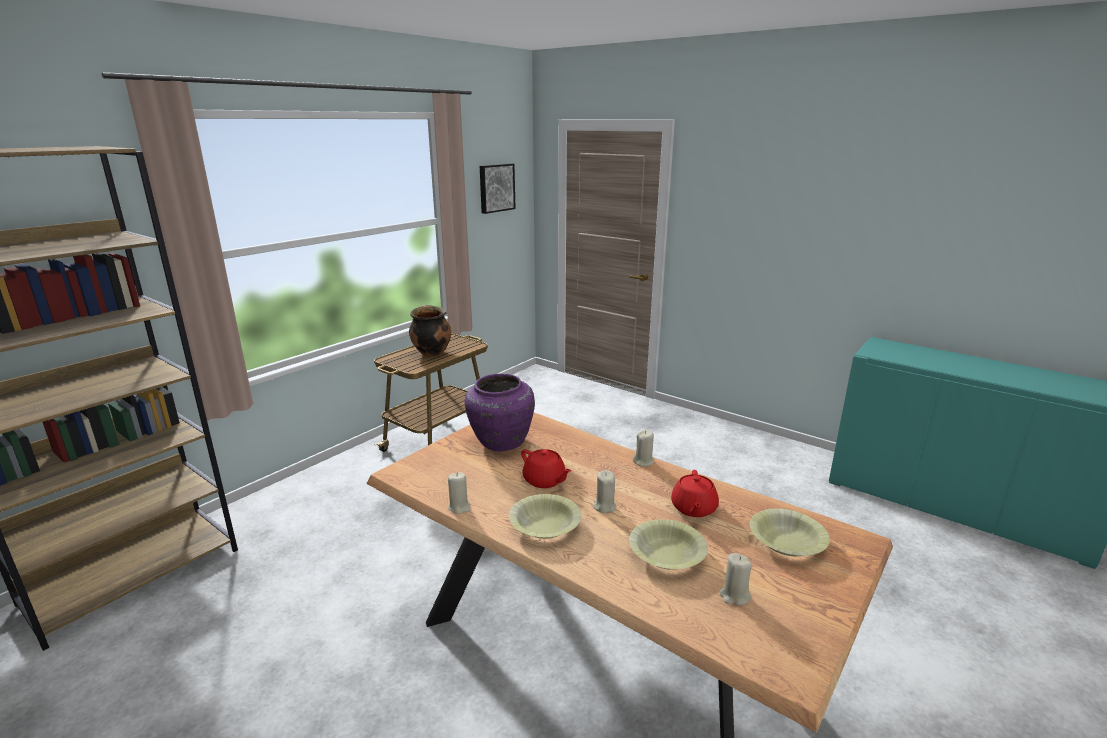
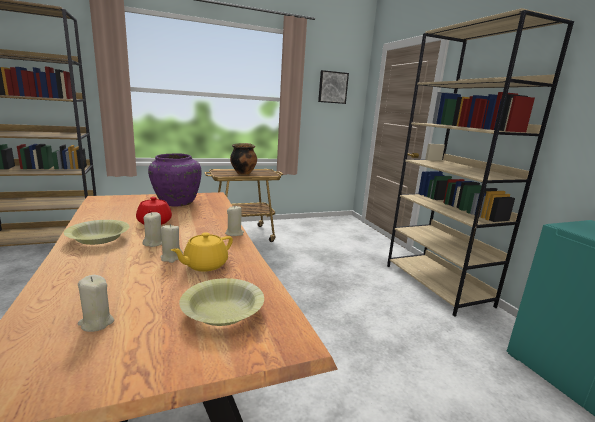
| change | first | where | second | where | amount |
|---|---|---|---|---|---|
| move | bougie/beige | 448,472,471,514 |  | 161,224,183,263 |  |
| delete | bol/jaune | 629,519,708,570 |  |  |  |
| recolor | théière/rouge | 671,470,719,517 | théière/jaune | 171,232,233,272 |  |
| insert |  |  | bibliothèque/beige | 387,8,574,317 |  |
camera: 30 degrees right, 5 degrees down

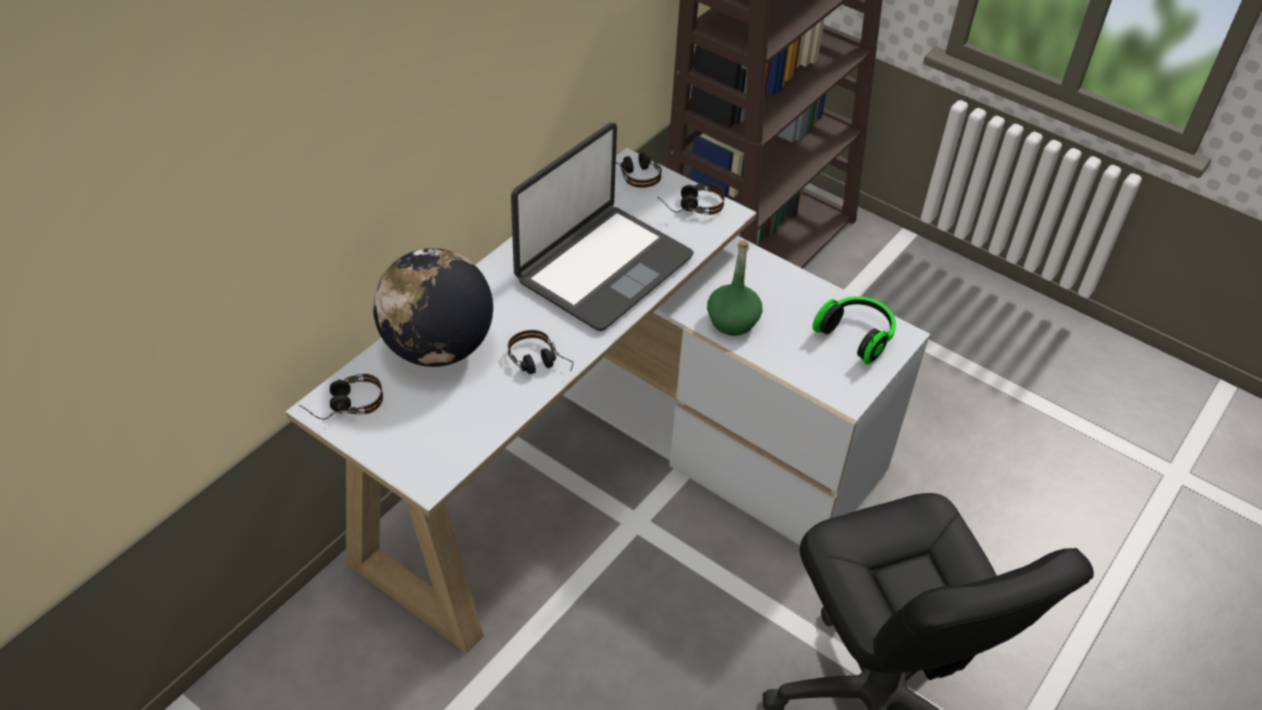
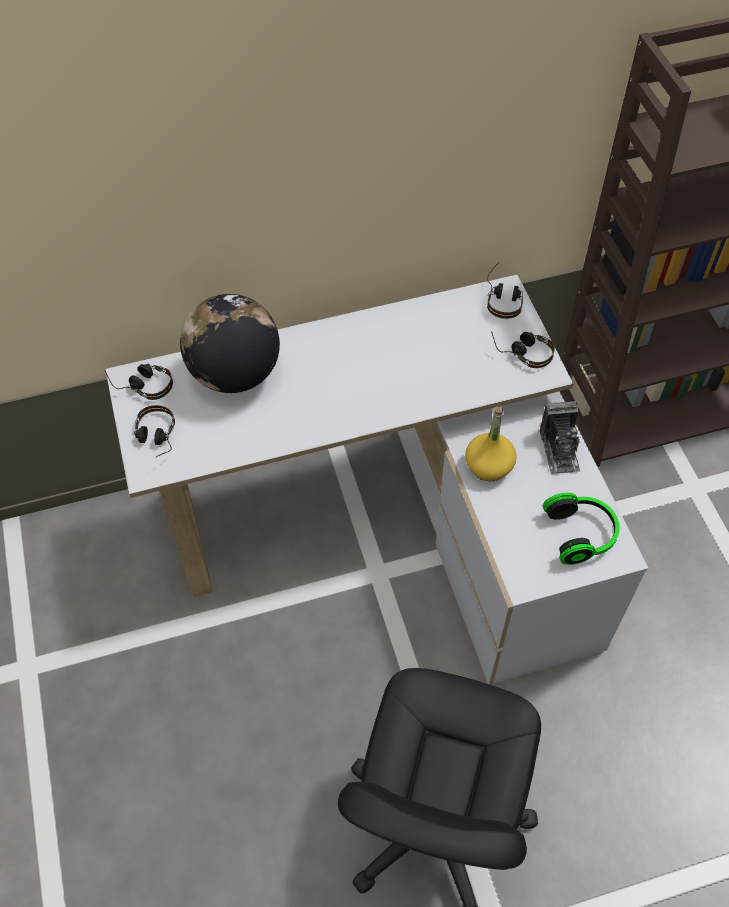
| change | first | where | second | where | amount |
|---|---|---|---|---|---|
| move | casque audio | 508,330,573,374 |  | 134,405,175,458 |  |
| delete | ordinateur portable | 511,122,694,331 |  |  |  |
| recolor | bouteille/vert | 707,240,762,336 | bouteille/jaune | 465,406,517,482 |  |
| insert |  |  | appareil photo | 540,401,580,475 |  |
camera: 40 degrees right, 10 degrees up

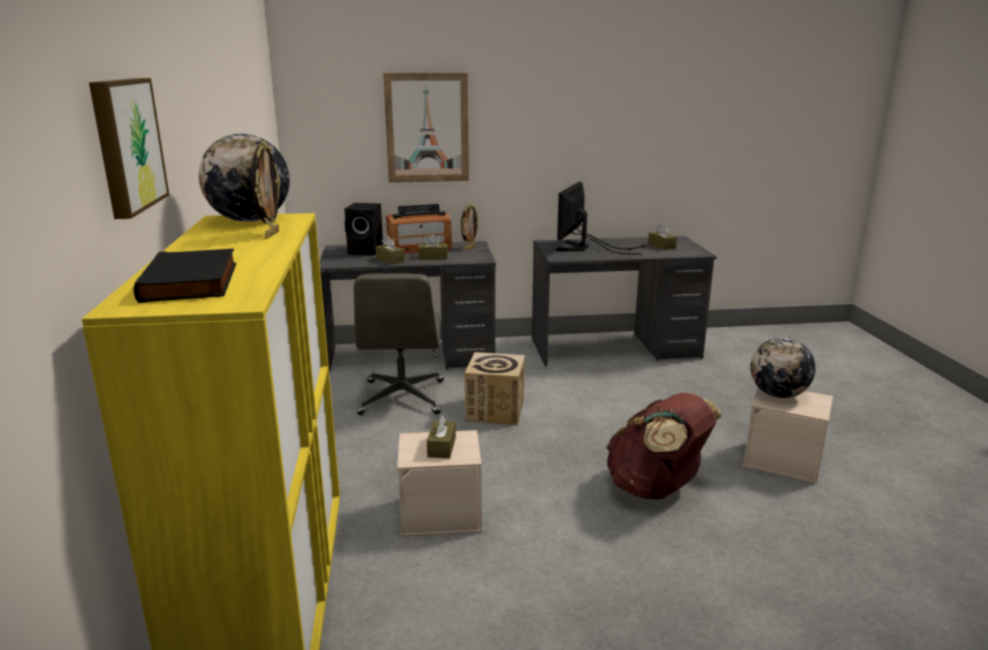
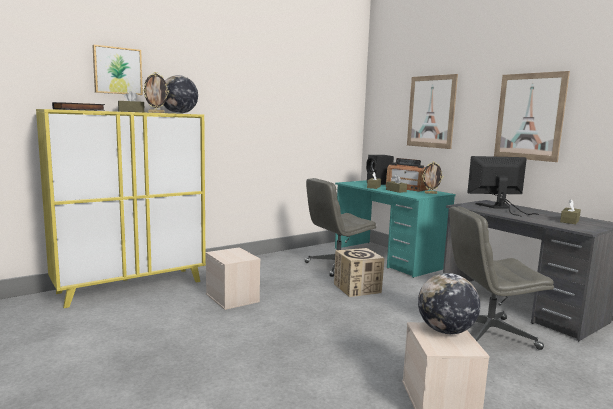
| change | first | where | second | where | amount |
|---|---|---|---|---|---|
| recolor | bureau/gris | 319,241,496,374 | bureau/turquoise | 335,180,456,278 |  |
| move | boîte à mouchoirs/marron | 427,414,456,458 |  | 118,91,144,112 |  |
| delete | sac à dos/marron | 606,393,722,499 |  |  |  |
| insert |  |  | chaise de bureau/gris | 449,206,554,350 |  |
| insert |  |  | tableau | 494,71,570,162 |  |
camera: 60 degrees right, 10 degrees down

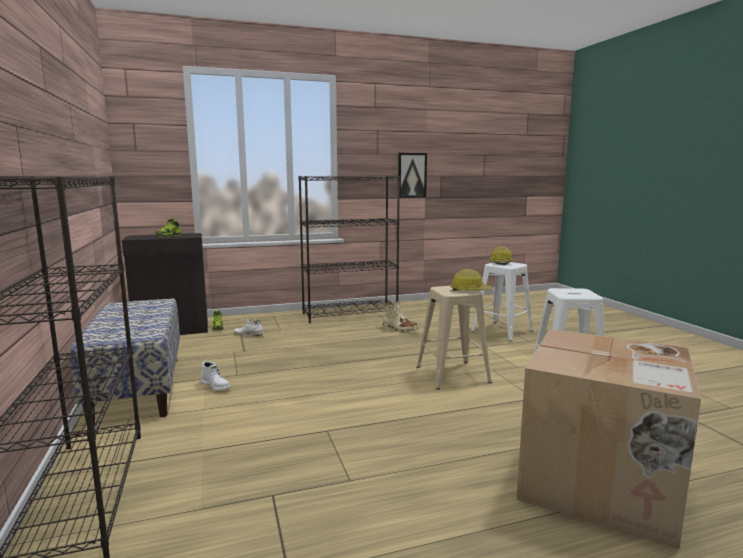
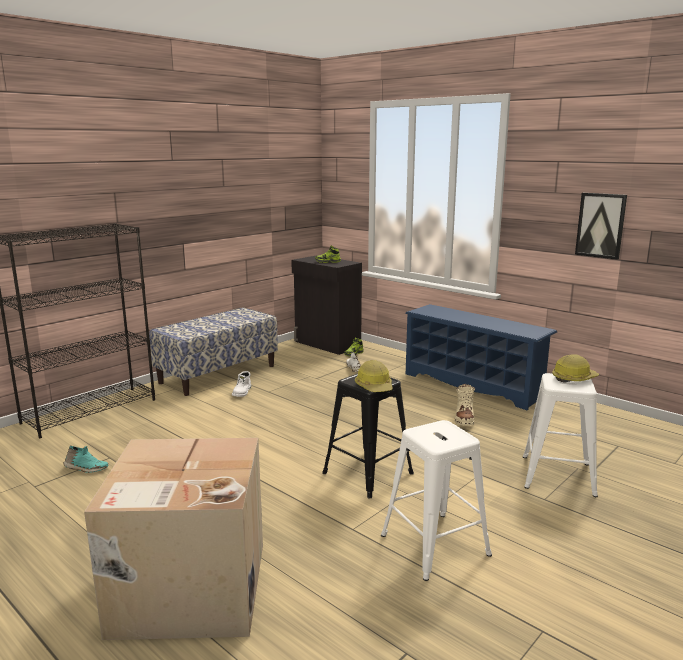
| change | first | where | second | where | amount |
|---|---|---|---|---|---|
| replace | bibliothèque/noir | 298,176,400,323 | étagère à chaussures/bleu | 405,304,557,410 |  |
| recolor | tabouret/beige | 416,286,492,389 | tabouret/noir | 322,374,414,498 |  |
| insert |  |  | chaussure/turquoise | 63,446,108,473 |  |
camera: 60 degrees right, 5 degrees up

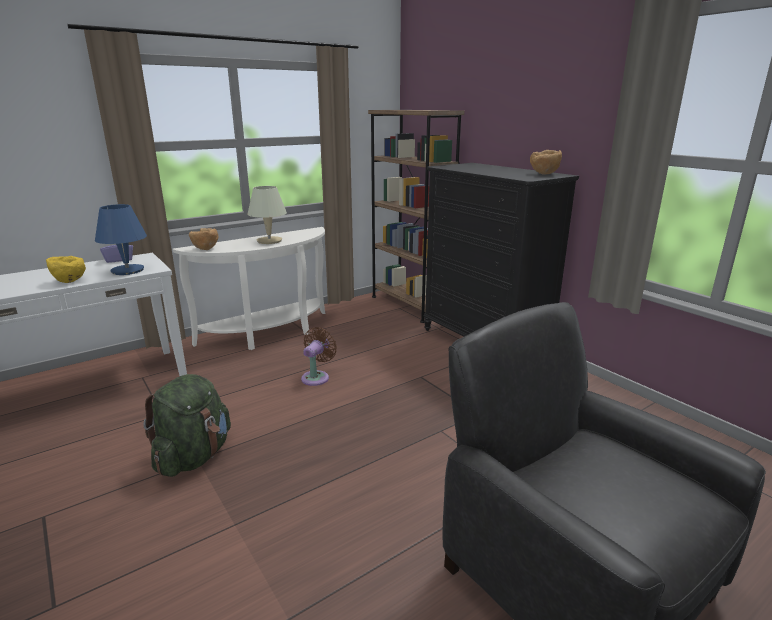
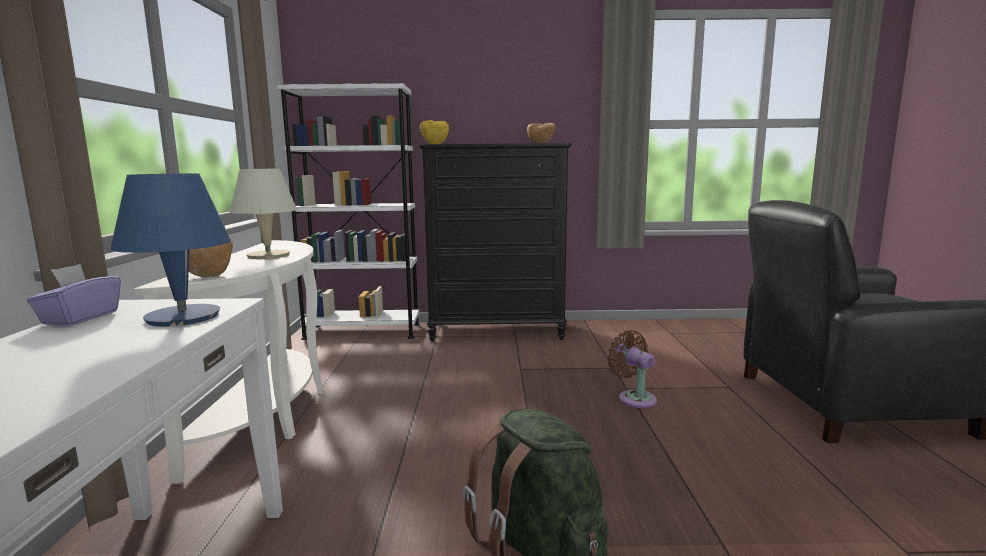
| change | first | where | second | where | amount |
|---|---|---|---|---|---|
| move | bol/jaune | 46,256,86,283 |  | 420,120,449,144 |  |
| move | ventilateur/marron | 301,327,337,386 |  | 607,330,657,408 |  |
| recolor | bibliothèque/marron | 368,110,464,323 | bibliothèque/blanc | 277,83,420,340 |  |
camera: 55 degrees left, 10 degrees down

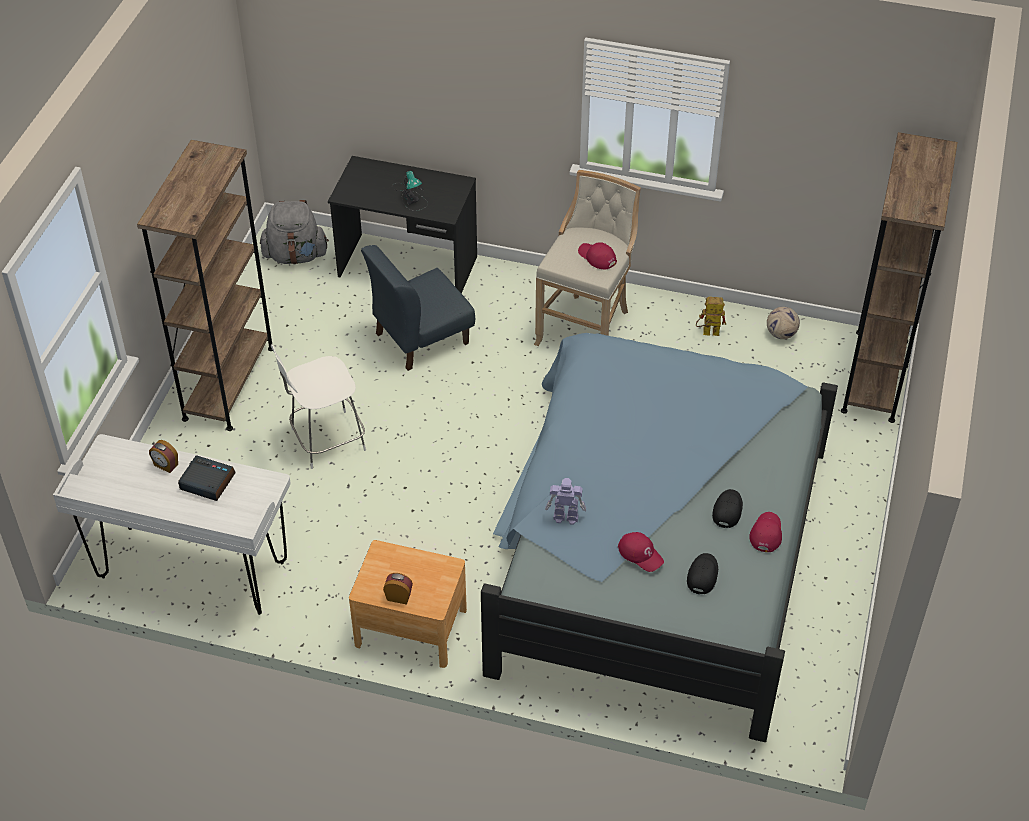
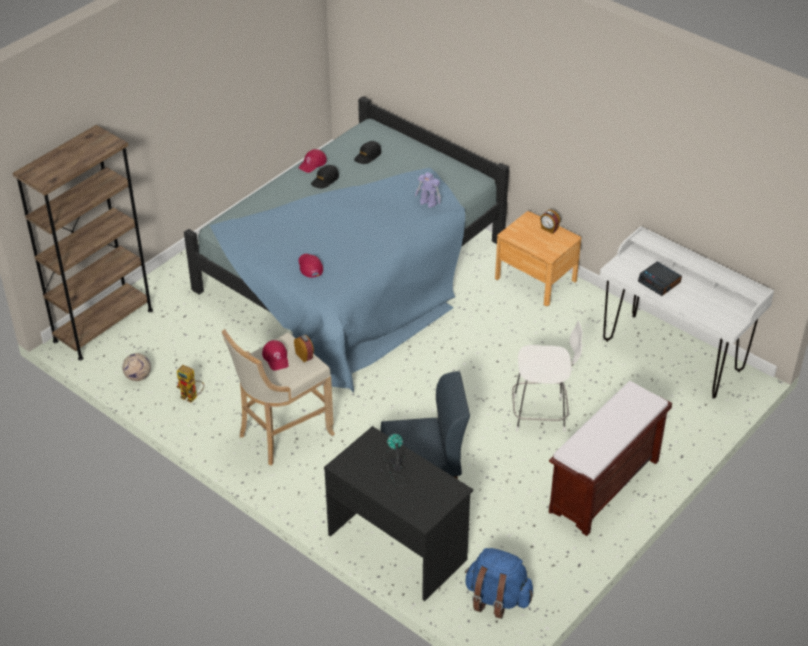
| change | first | where | second | where | amount |
|---|---|---|---|---|---|
| replace | bibliothèque/marron | 137,140,273,431 | banc/marron | 549,381,672,536 |  |
| move | réveil | 149,440,178,473 |  | 294,335,314,362 |  |
| recolor | sac à dos/gris | 260,200,329,264 | sac à dos/bleu | 465,548,533,619 |  |
| move | casquette/rouge | 618,532,664,572 |  | 299,254,323,278 |  |
camera: 155 degrees left, 5 degrees down

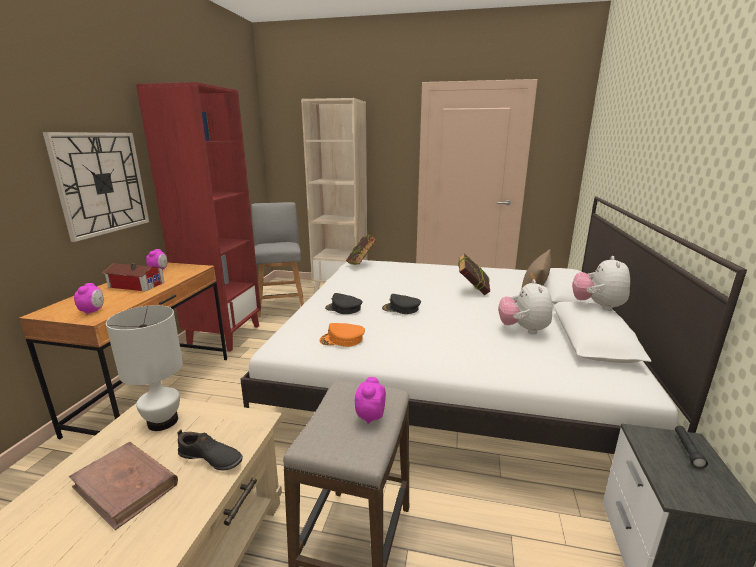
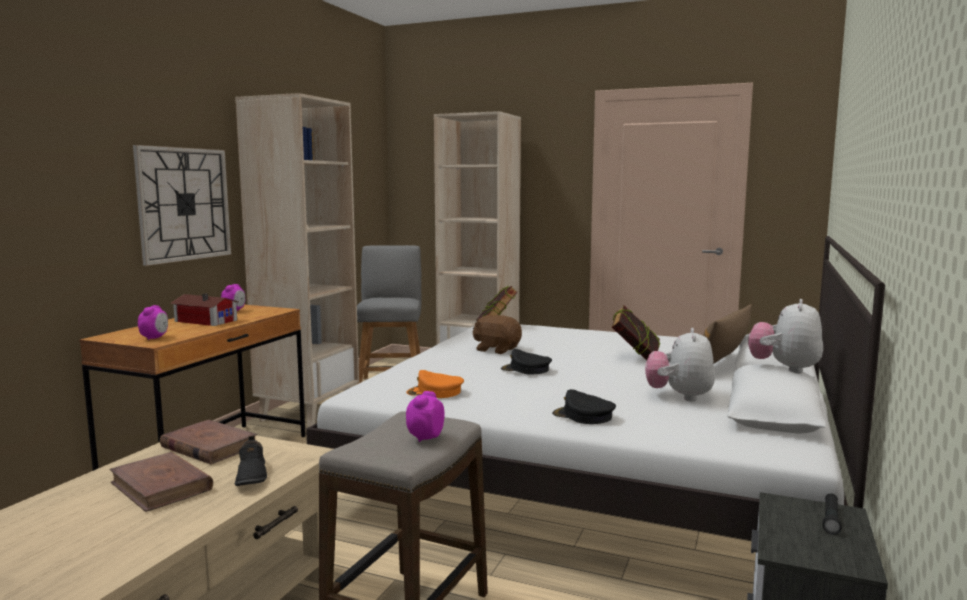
| change | first | where | second | where | amount |
|---|---|---|---|---|---|
| replace | lampe de table/blanc | 106,305,183,431 | livre/marron | 160,420,258,464 |  |
| recolor | bibliothèque/rouge | 136,82,261,352 | bibliothèque/beige | 235,93,359,427 |  |
| rotate | chaussure/noir | 177,429,243,471 |  | 235,436,267,486 | 45 degrees clockwise |
| move | casquette/noir | 325,293,363,314 |  | 552,389,616,424 |  |
| insert |  |  | peluche/marron | 473,315,522,354 |  |
camera: 10 degrees right, 10 degrees down

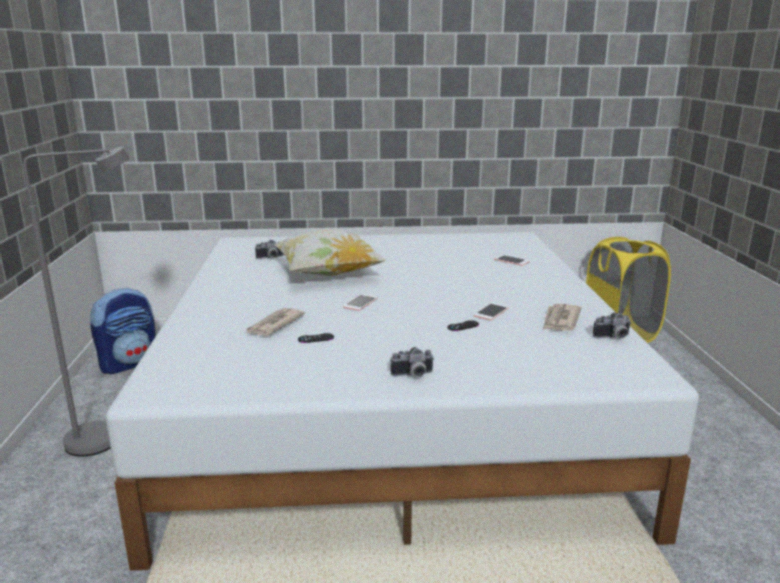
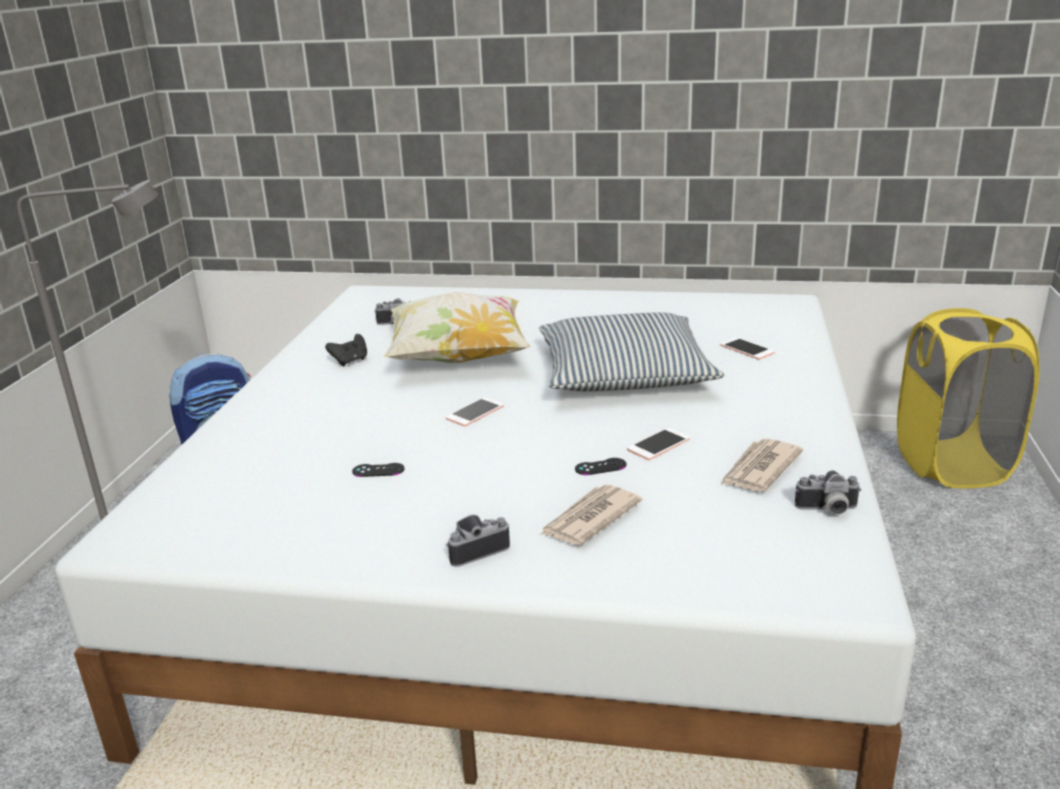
| change | first | where | second | where | amount |
|---|---|---|---|---|---|
| move | journal | 246,308,305,336 |  | 540,485,642,545 |  |
| rotate | appareil photo | 391,347,434,377 |  | 446,514,510,567 | 150 degrees clockwise |
| insert |  |  | manette/noir | 325,334,367,366 |  |
| insert |  |  | coussin | 539,312,724,391 |  |
camera: 15 degrees right, 5 degrees up

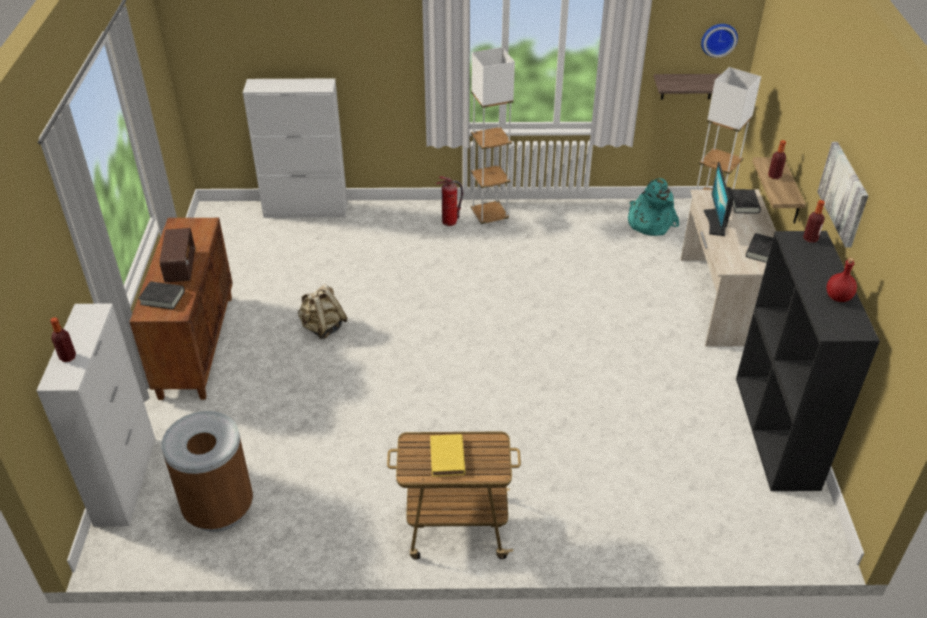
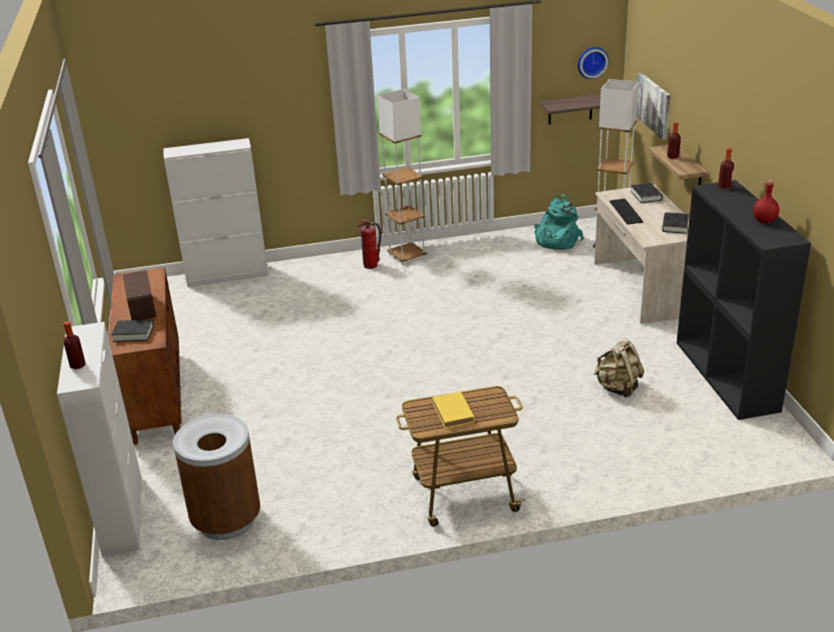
| change | first | where | second | where | amount |
|---|---|---|---|---|---|
| move | sac à dos/beige | 298,284,347,339 |  | 593,339,644,398 |  |
| replace | écran d'ordinateur | 704,162,734,236 | clavier | 610,198,643,225 |  |
| move | tableau | 817,142,869,248 |  | 637,73,671,140 |  |
camera: 10 degrees left, 10 degrees down

